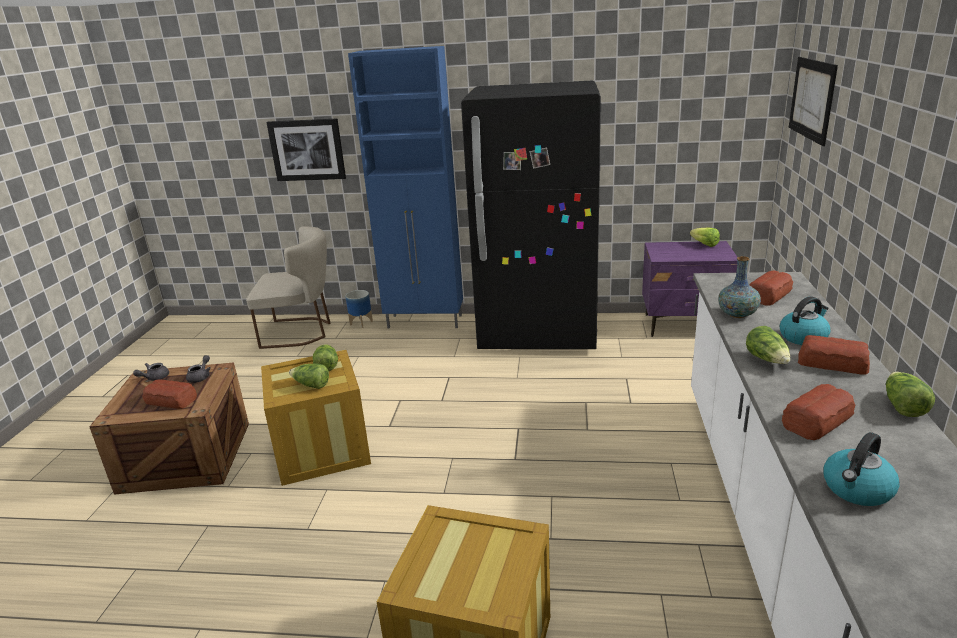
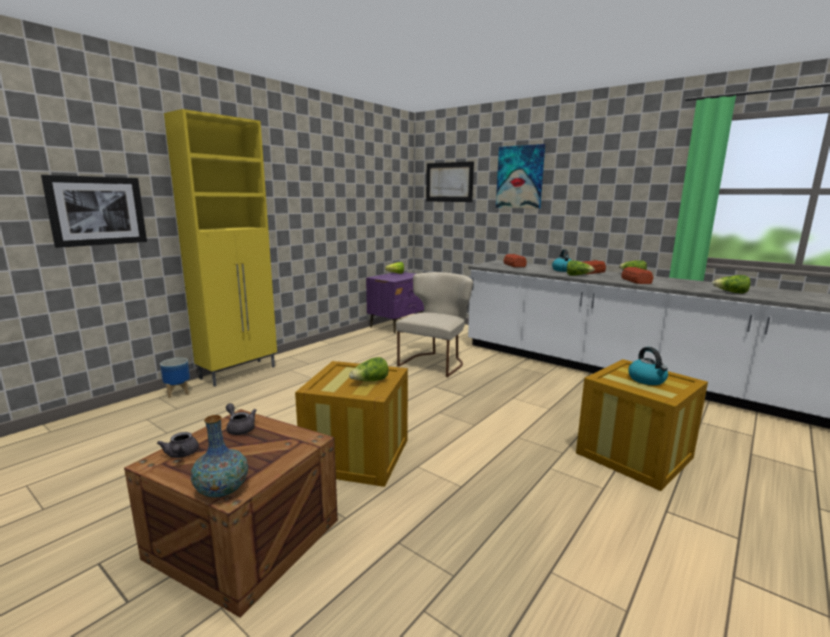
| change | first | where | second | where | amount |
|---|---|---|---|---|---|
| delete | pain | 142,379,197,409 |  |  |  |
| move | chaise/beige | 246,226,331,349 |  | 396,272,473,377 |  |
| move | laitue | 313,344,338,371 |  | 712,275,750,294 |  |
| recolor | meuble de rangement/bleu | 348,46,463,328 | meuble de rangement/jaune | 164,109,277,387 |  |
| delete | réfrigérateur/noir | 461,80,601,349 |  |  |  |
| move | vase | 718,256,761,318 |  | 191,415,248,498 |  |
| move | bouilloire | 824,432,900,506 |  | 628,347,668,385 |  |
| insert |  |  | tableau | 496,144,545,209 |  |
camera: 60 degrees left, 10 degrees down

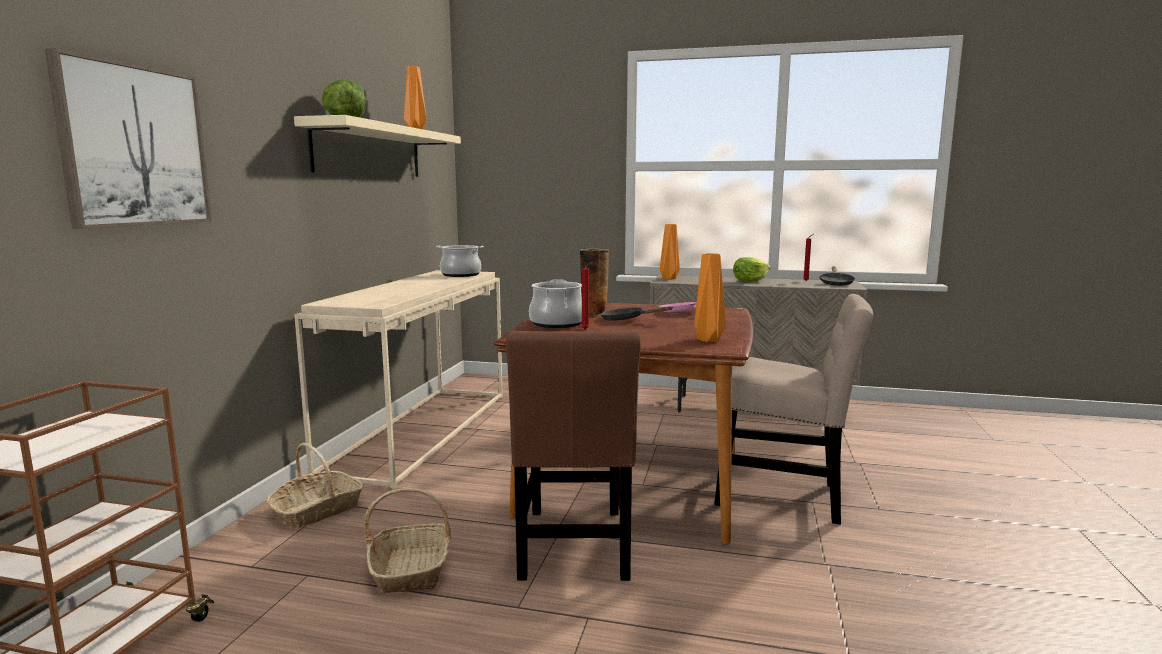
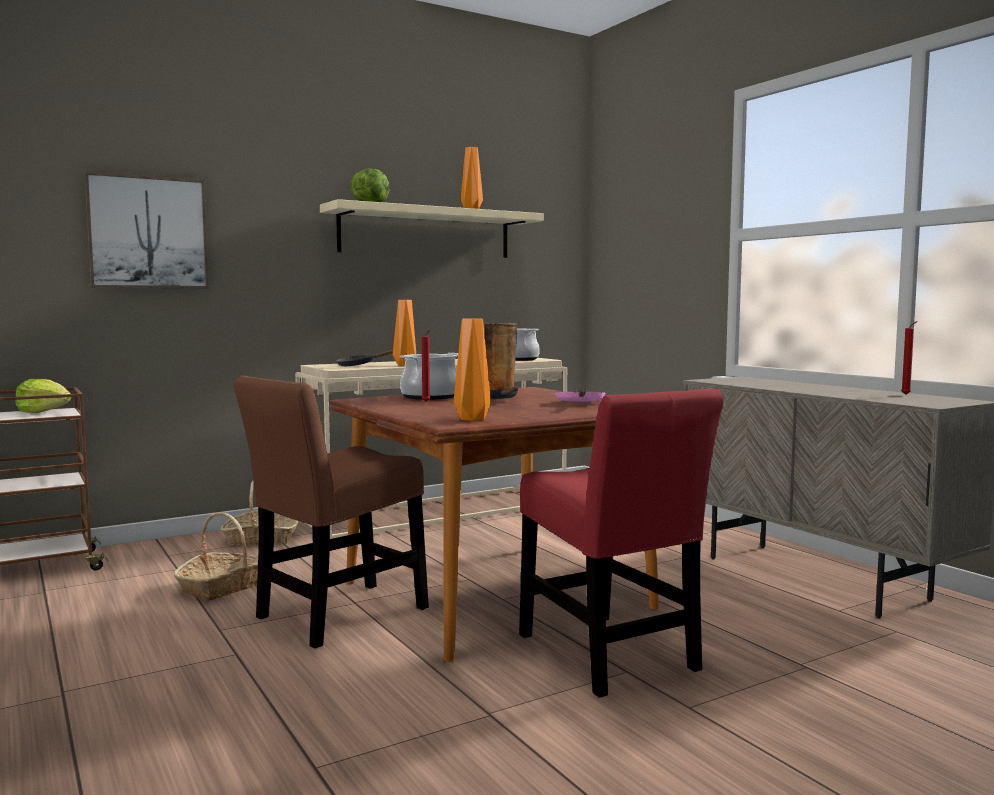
| change | first | where | second | where | amount |
|---|---|---|---|---|---|
| move | vase/orange | 660,224,680,279 |  | 393,300,416,366 |  |
| recolor | chaise/beige | 714,294,873,525 | chaise/rouge | 519,388,724,698 |  |
| move | laitue | 733,257,771,282 |  | 15,379,72,413 |  |
| move | poêle/noir | 819,267,855,286 |  | 336,350,393,366 |  |
camera: 45 degrees right, 5 degrees down

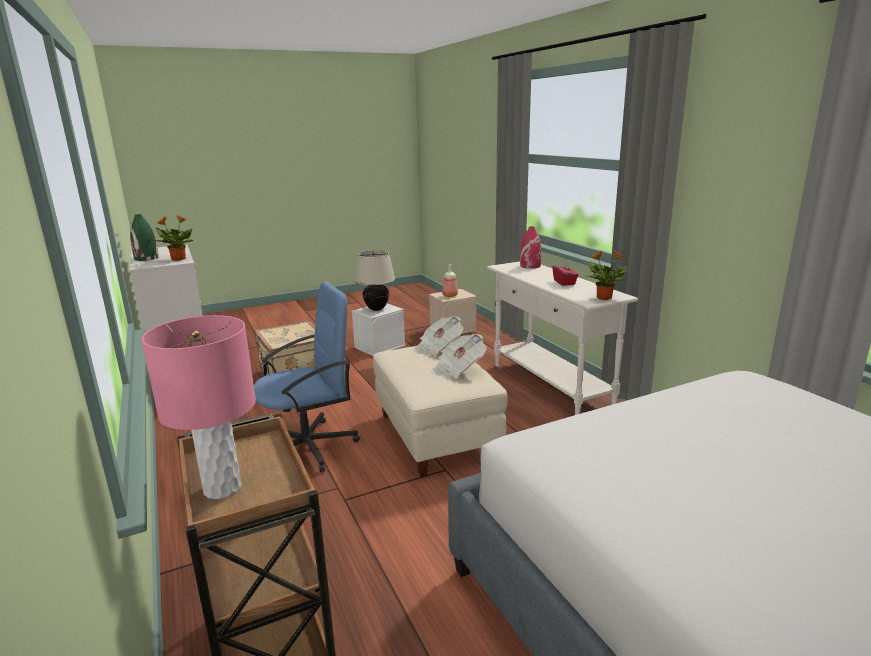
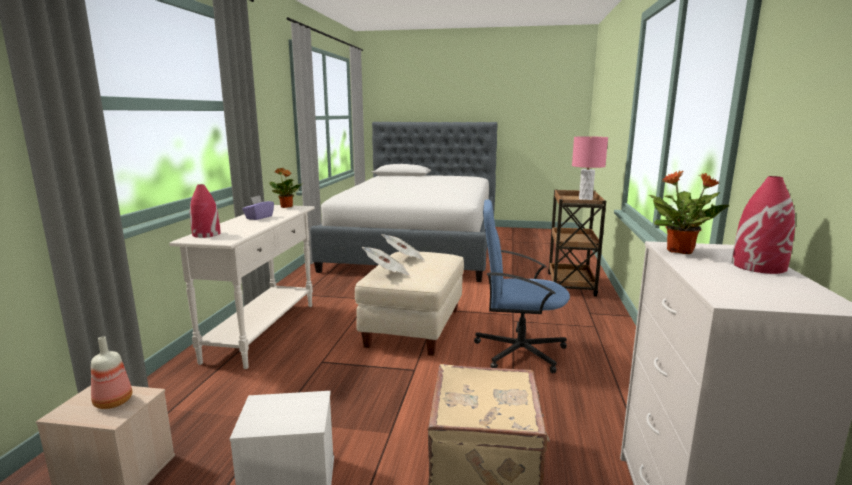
| change | first | where | second | where | amount |
|---|---|---|---|---|---|
| recolor | vase/vert | 130,214,159,261 | vase/rouge | 732,176,795,274 |  |
| delete | lampe de table/beige | 355,250,395,311 |  |  |  |
| recolor | boîte à mouchoirs/rouge | 552,261,578,286 | boîte à mouchoirs/violet | 242,196,274,220 |  |
camera: 145 degrees left, 5 degrees down

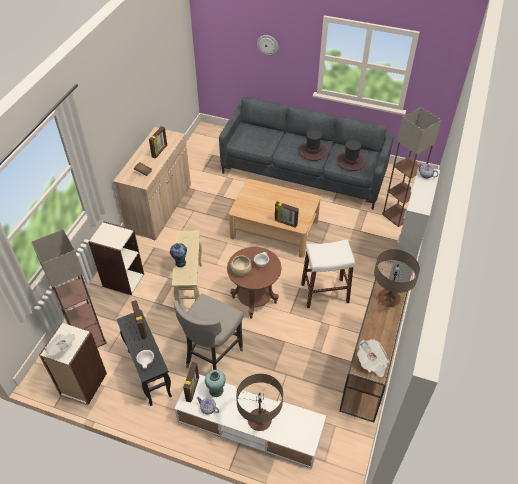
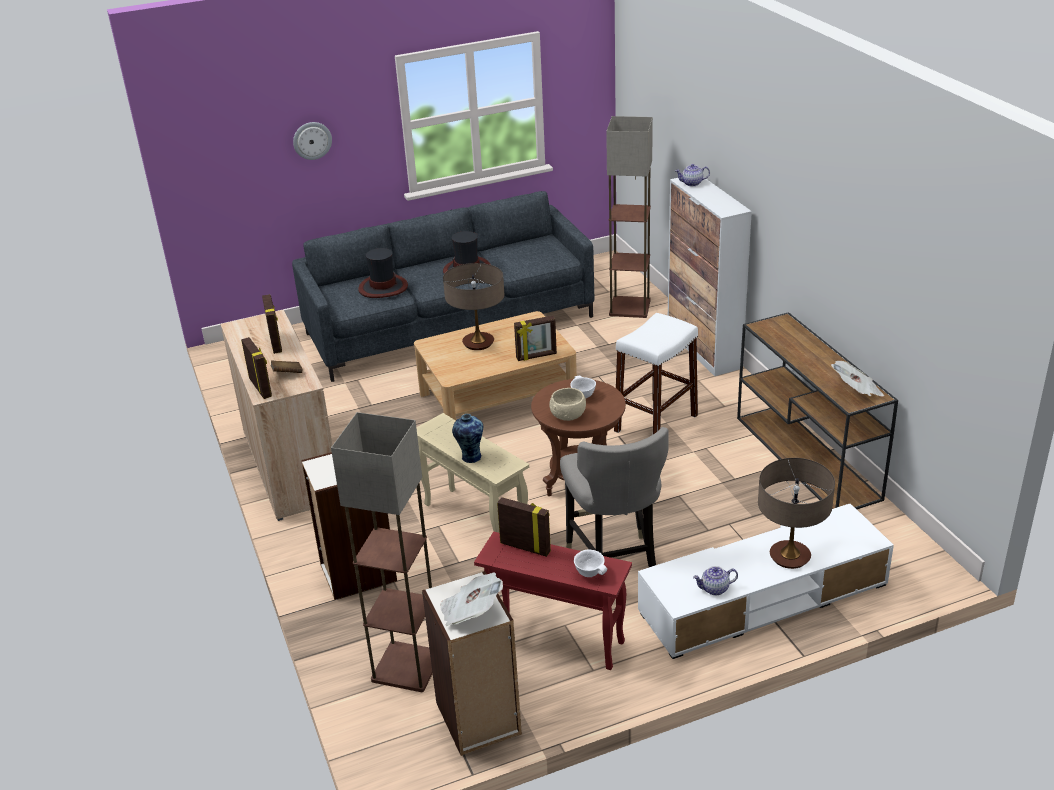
| change | first | where | second | where | amount |
|---|---|---|---|---|---|
| recolor | table d'appoint/noir | 116,310,172,406 | table d'appoint/rouge | 474,532,632,670 |  |
| move | cadre photo | 183,362,199,402 |  | 241,337,272,399 |  |
| delete | vase/turquoise | 205,370,226,397 |  |  |  |
| move | chapeau | 336,140,365,171 |  | 358,248,408,298 |  |
| move | lampe de table | 374,249,420,307 |  | 443,263,504,350 |  |
camera: 40 degrees left, 15 degrees down

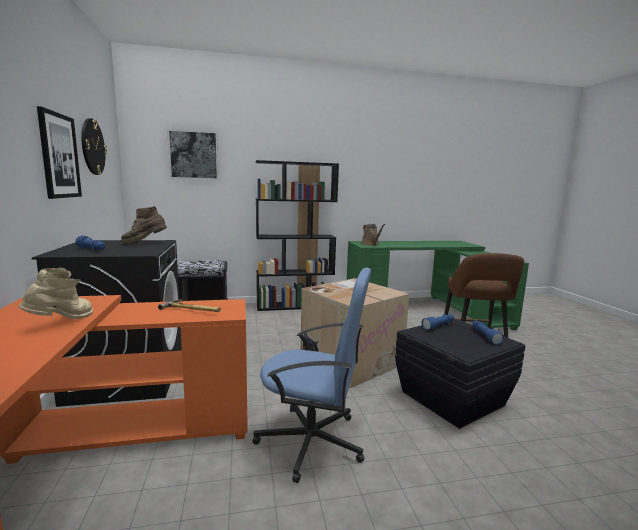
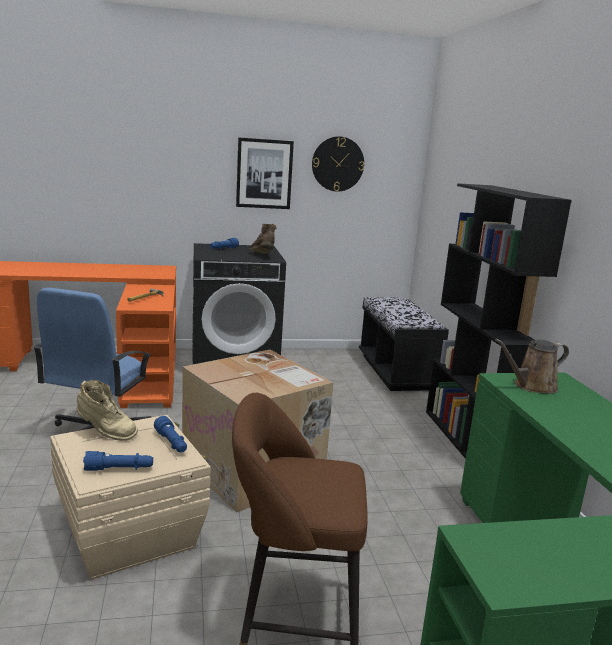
| change | first | where | second | where | amount |
|---|---|---|---|---|---|
| move | botte/beige | 18,267,93,319 |  | 76,380,138,441 |  |
| delete | tableau | 167,129,219,180 |  |  |  |
| recolor | boîte de rangement/noir | 395,318,526,429 | boîte de rangement/beige | 50,415,211,580 |  |
camera: 90 degrees right, 5 degrees up

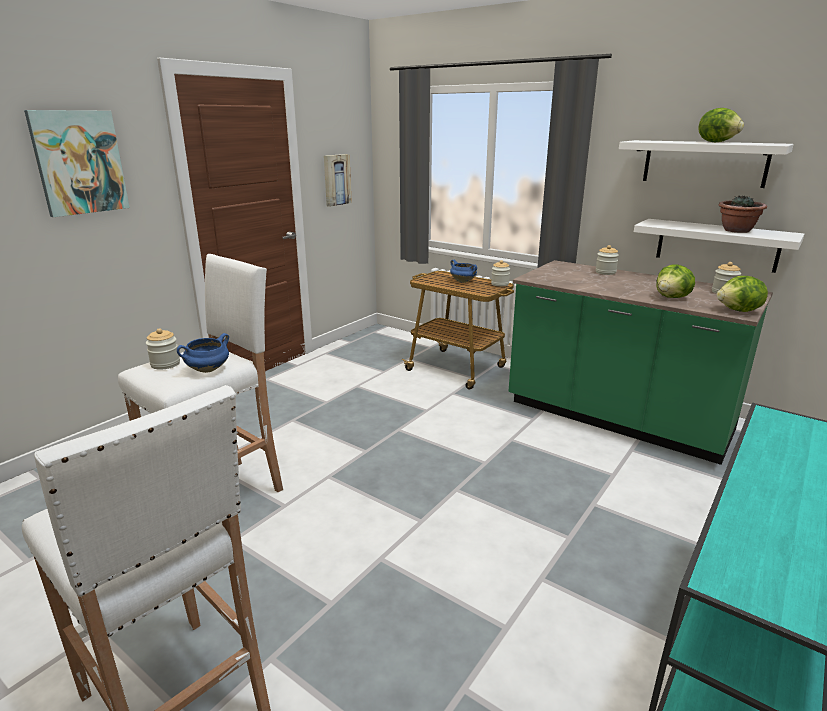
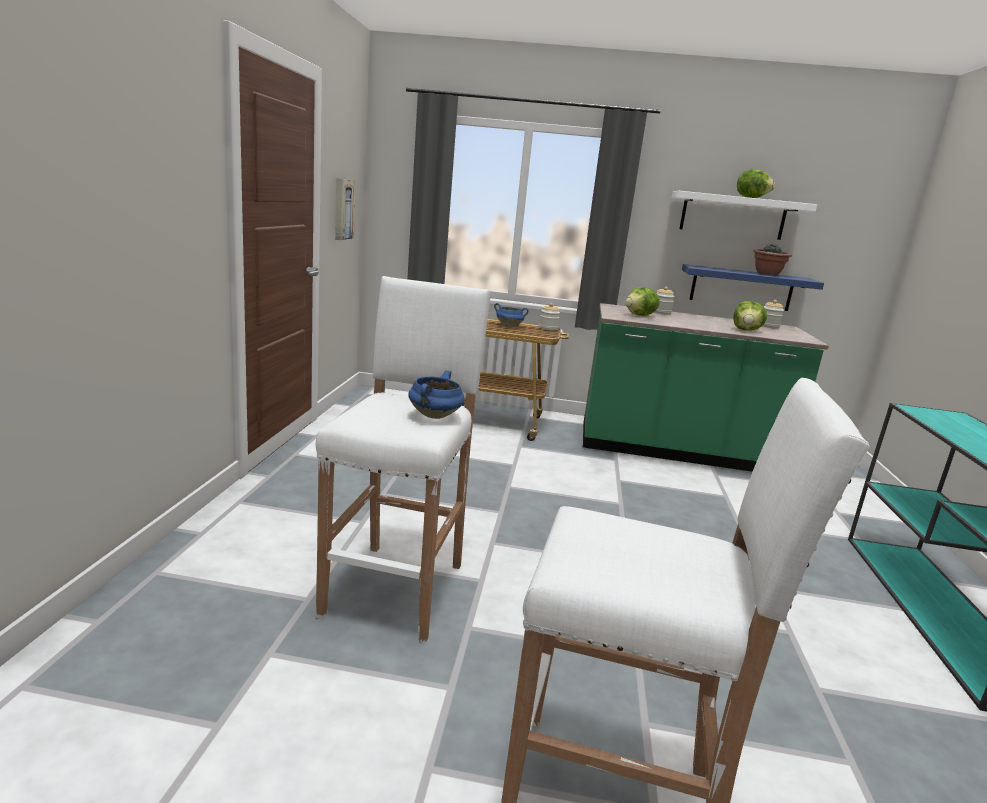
| change | first | where | second | where | amount |
|---|---|---|---|---|---|
| delete | tableau | 24,110,130,217 |  |  |  |
| delete | bocal | 146,328,180,370 |  |  |  |
| recolor | étagère/blanc | 634,219,804,273 | étagère/bleu | 682,264,824,311 |  |
| move | laitue | 717,276,768,312 |  | 625,287,660,316 |  |
camera: 30 degrees left, 5 degrees down

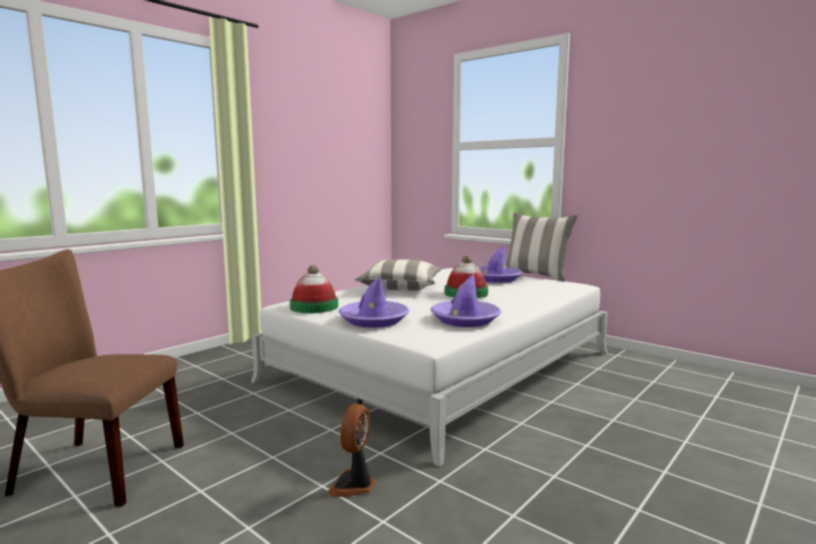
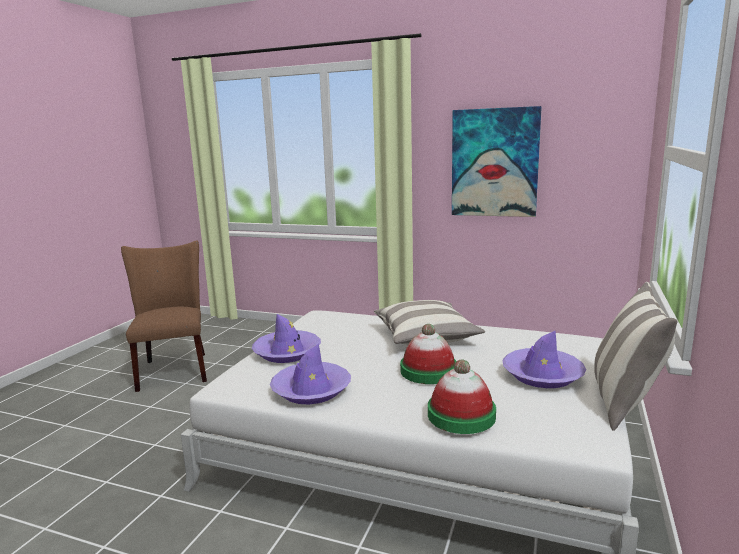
| change | first | where | second | where | amount |
|---|---|---|---|---|---|
| move | chapeau | 290,265,338,313 |  | 428,359,496,434 |  |
| delete | ventilateur | 327,404,376,497 |  |  |  |
| insert |  |  | tableau | 452,106,542,217 |  |
camera: 70 degrees right, 5 degrees up

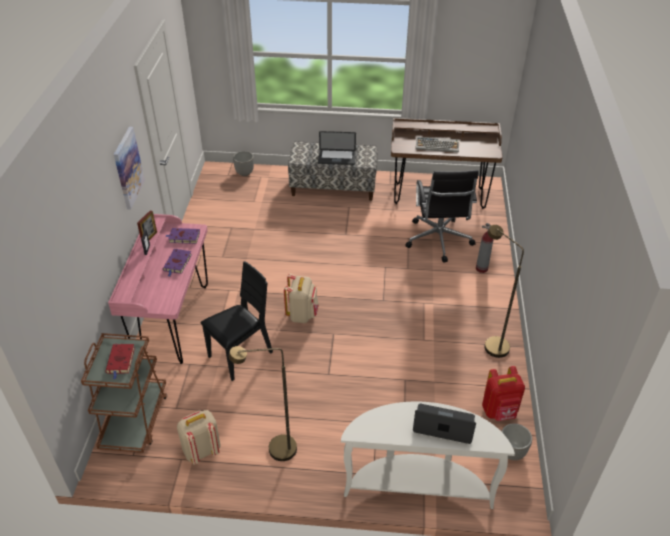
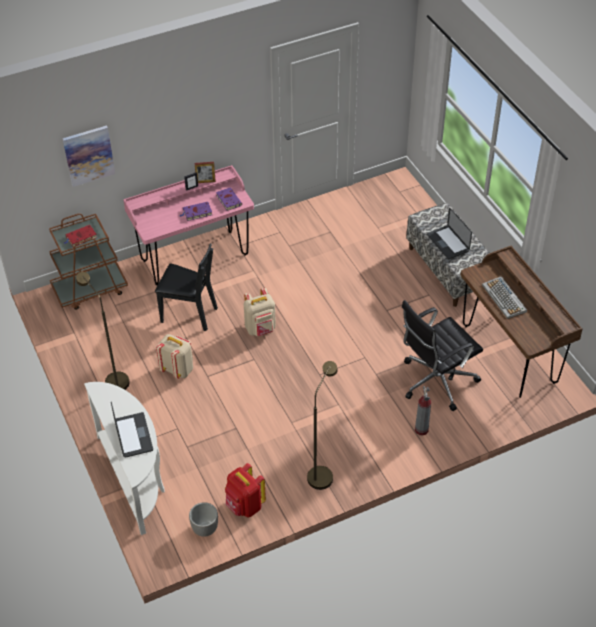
| change | first | where | second | where | amount |
|---|---|---|---|---|---|
| move | tableau | 114,126,145,210 |  | 63,125,115,187 |  |
| move | sac à dos/beige | 177,410,220,465 |  | 156,334,193,379 |  |
| delete | cache-pot | 233,151,254,176 |  |  |  |
camera: 60 degrees right, 5 degrees up

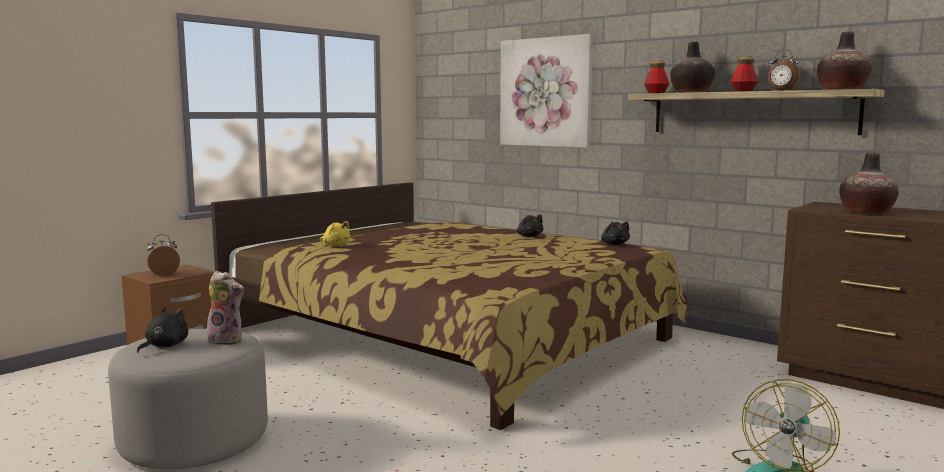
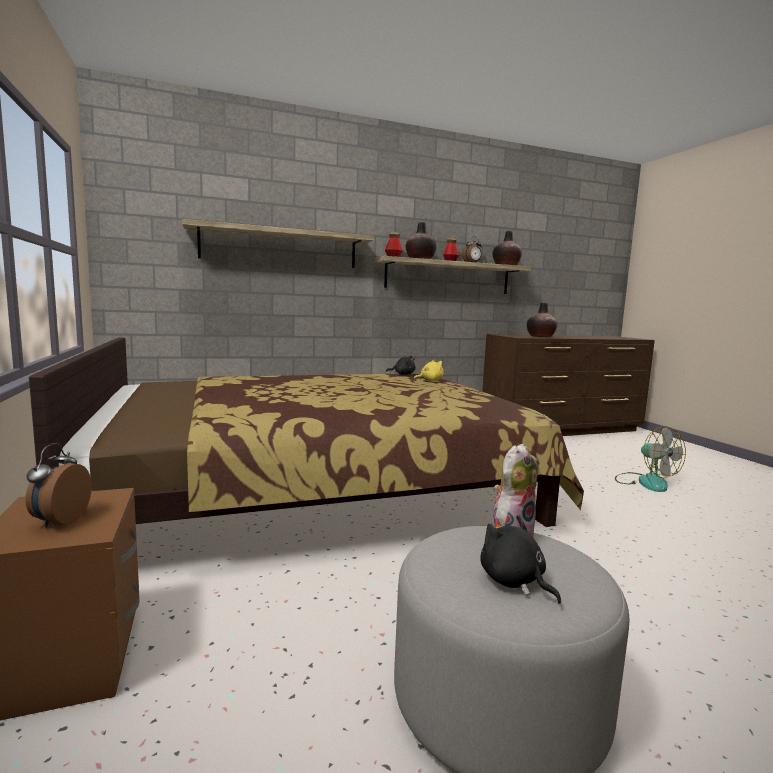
| change | first | where | second | where | amount |
|---|---|---|---|---|---|
| move | peluche/jaune | 320,221,351,246 |  | 414,360,444,381 |  |
| replace | tableau | 500,34,593,148 | étagère | 182,219,374,268 |  |
| delete | peluche/noir | 516,214,543,237 |  |  |  |
camera: 60 degrees left, 0 degrees up

